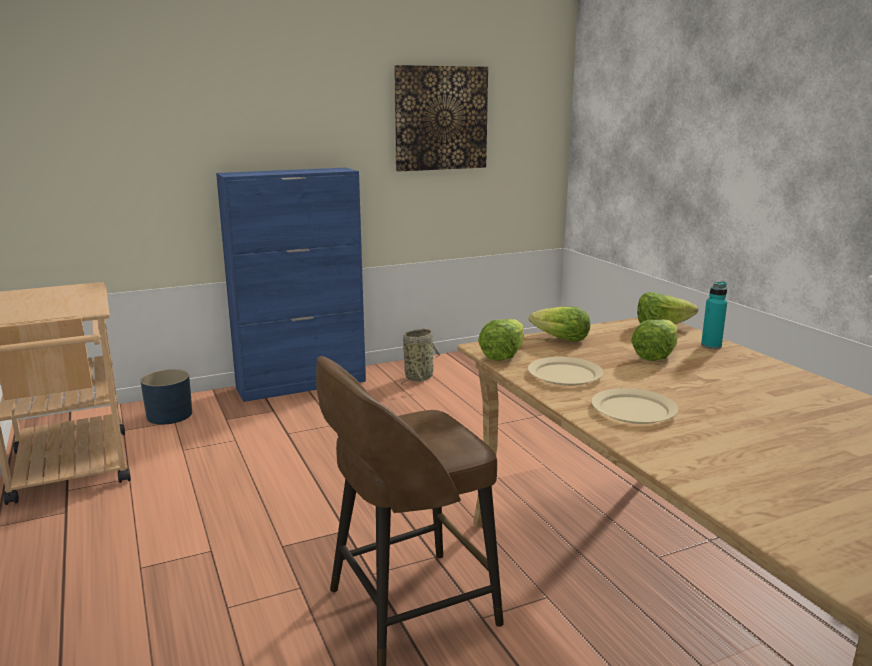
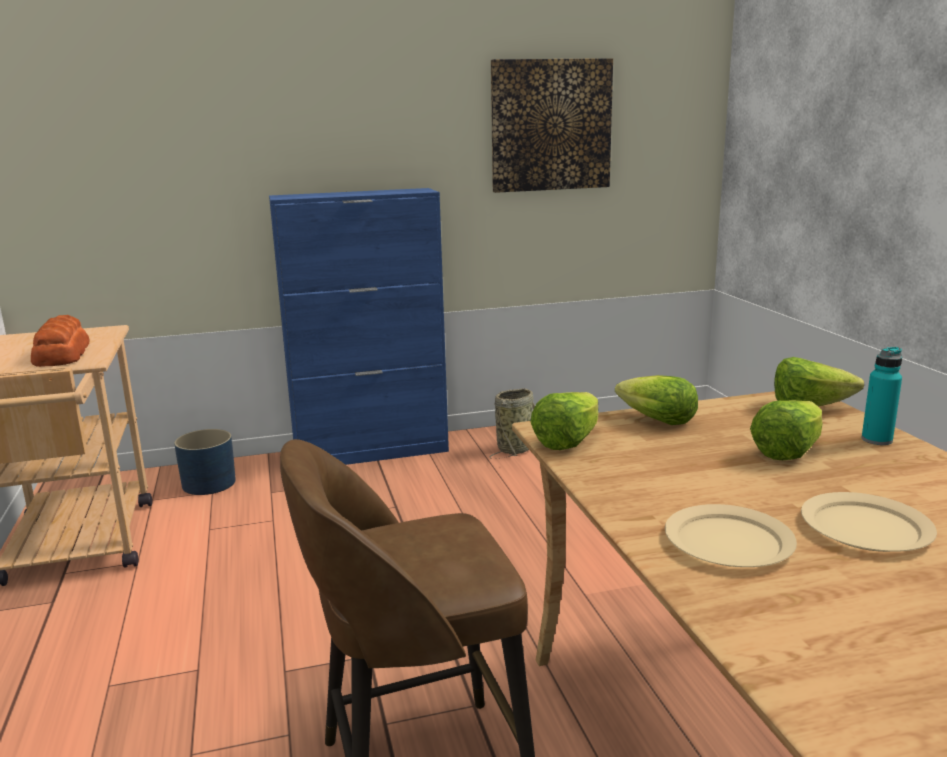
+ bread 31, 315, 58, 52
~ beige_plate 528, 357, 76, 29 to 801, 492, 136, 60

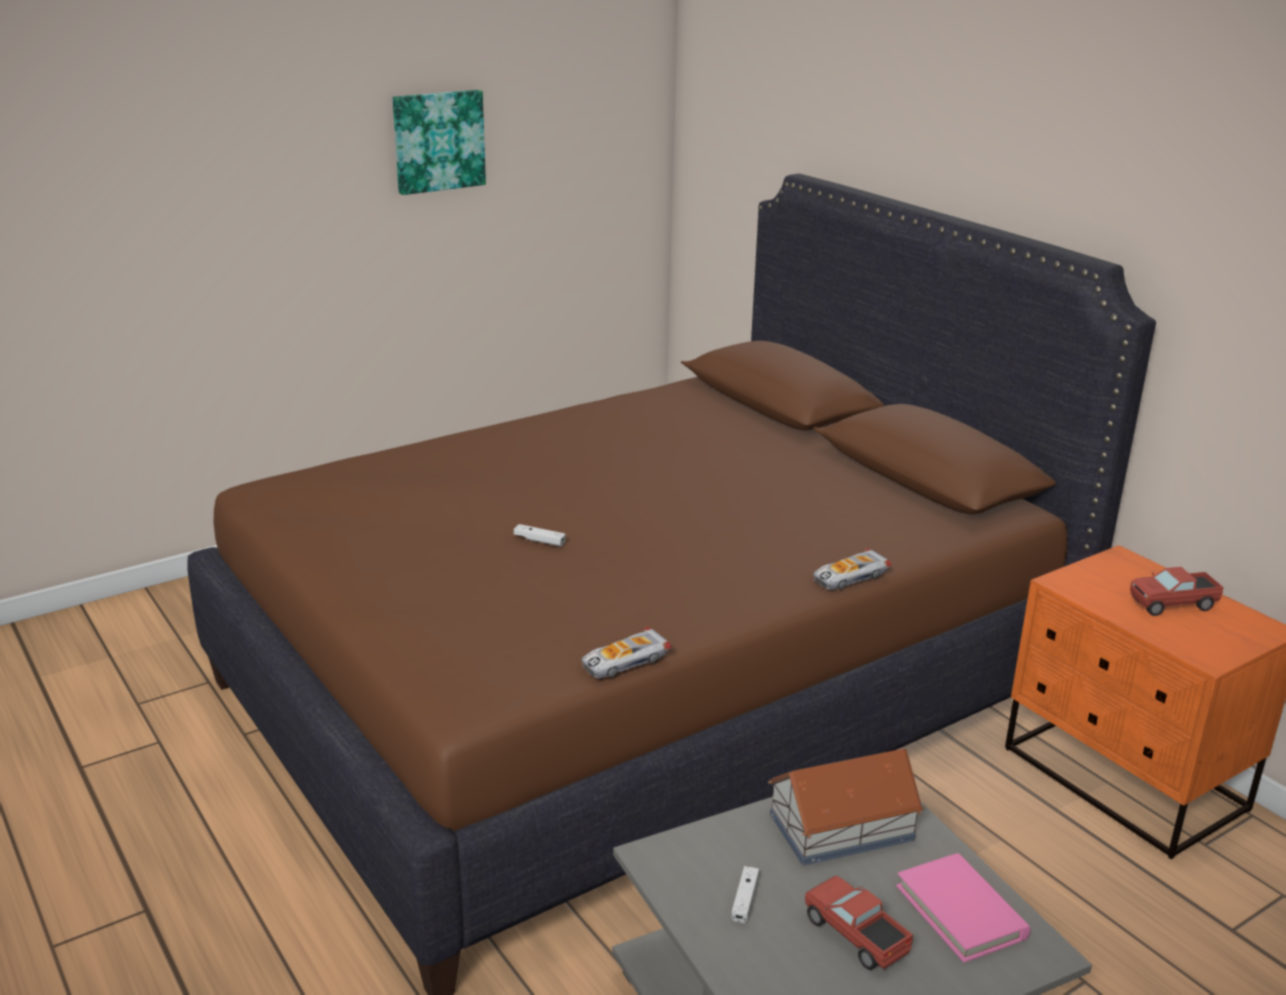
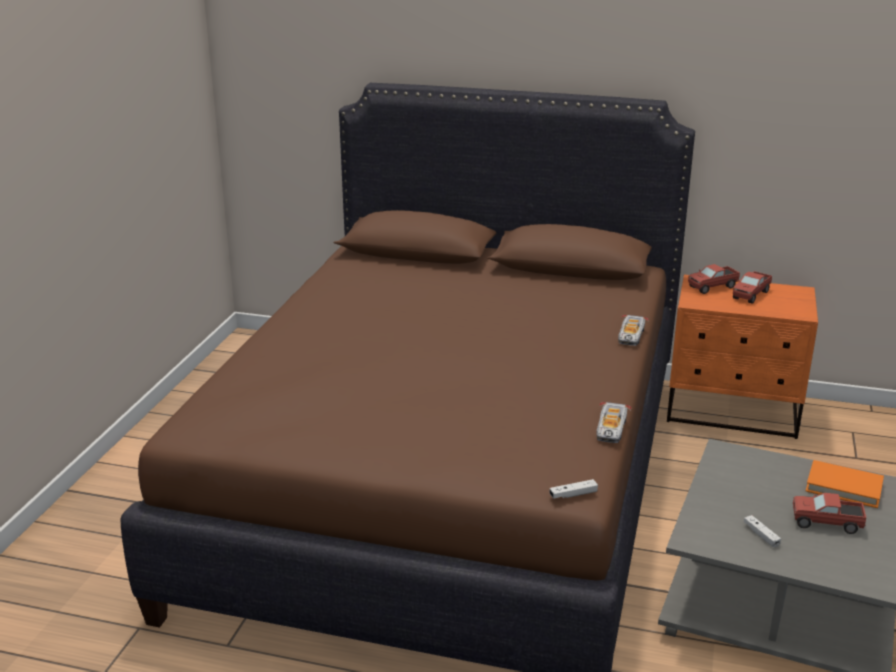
- picture 393, 90, 93, 105
- toy_house 768, 749, 157, 117
+ toy_truck 688, 264, 52, 30
~ white_game_controller 514, 524, 52, 23 to 549, 479, 49, 19
~ pink_book 896, 853, 134, 110 to orange_book 805, 460, 79, 48

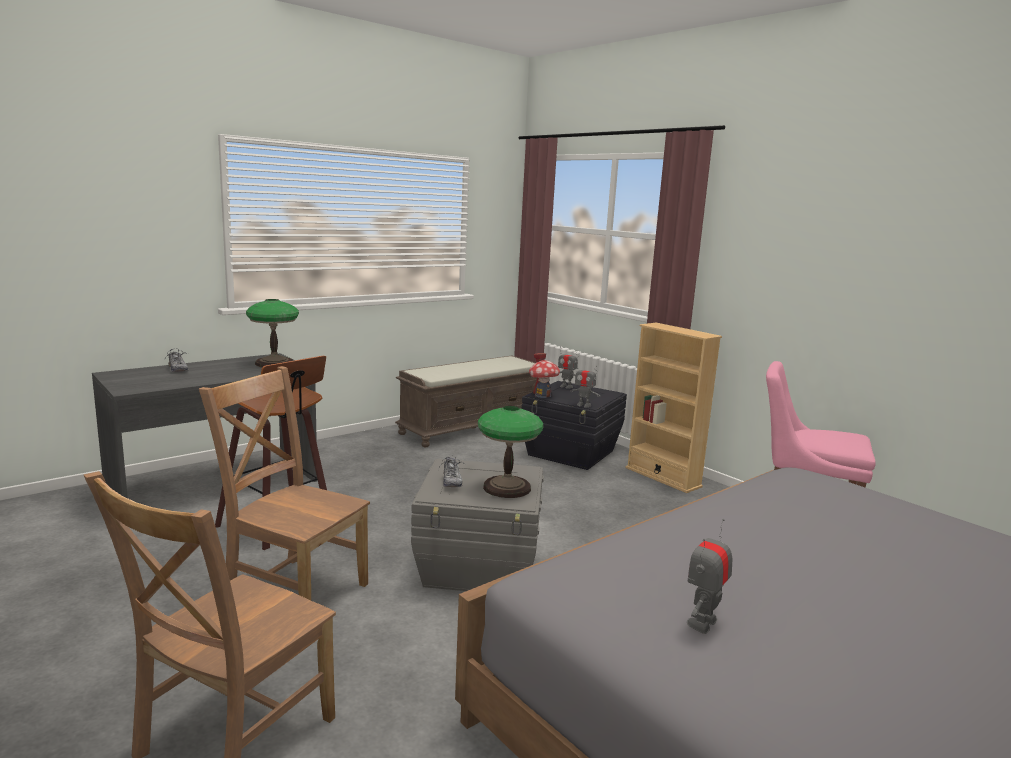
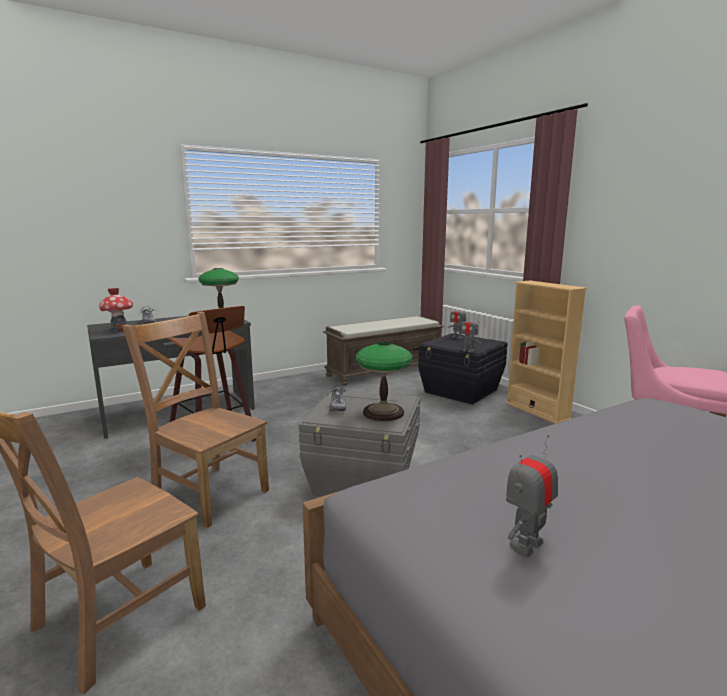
~ toy_house 529, 353, 31, 45 to 99, 288, 34, 44

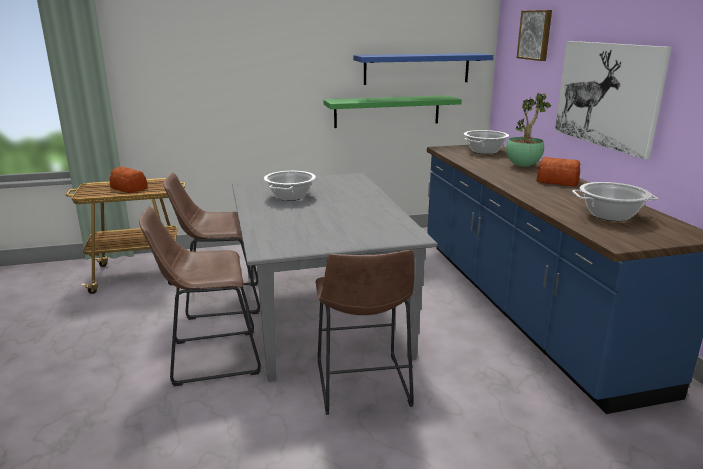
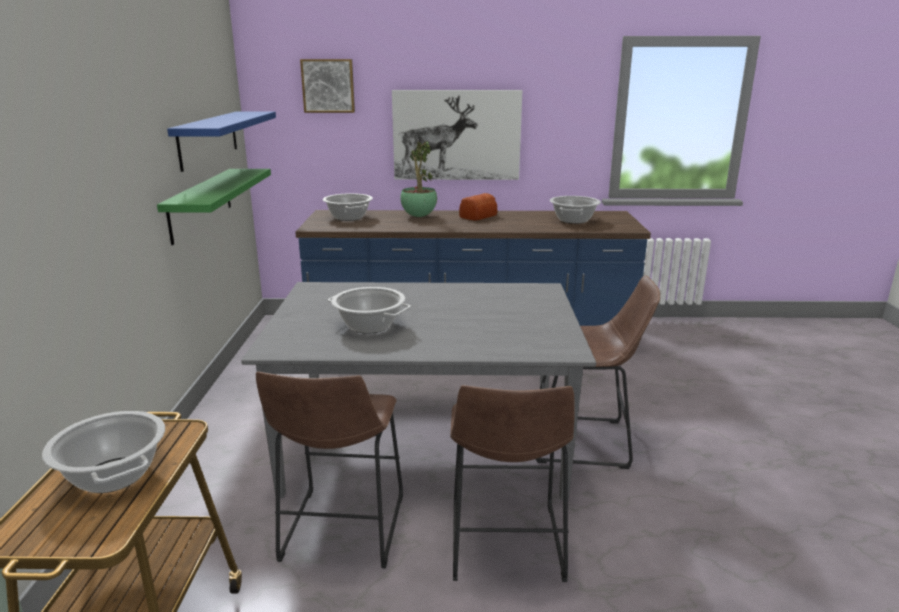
~ bread 109, 167, 38, 26 to cooking_pot 42, 411, 123, 82

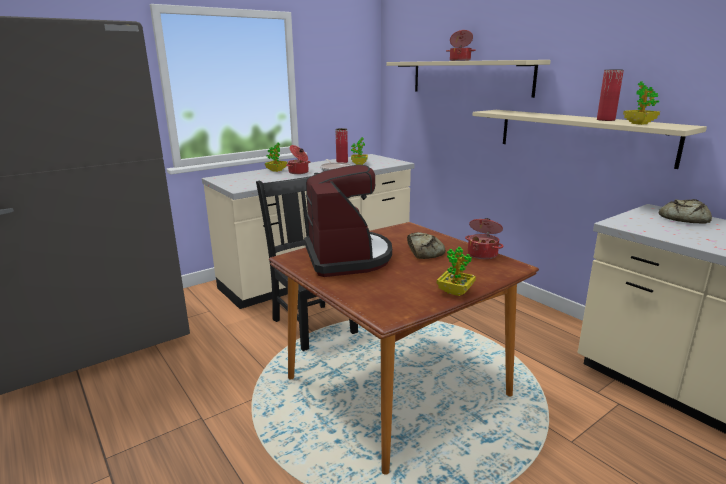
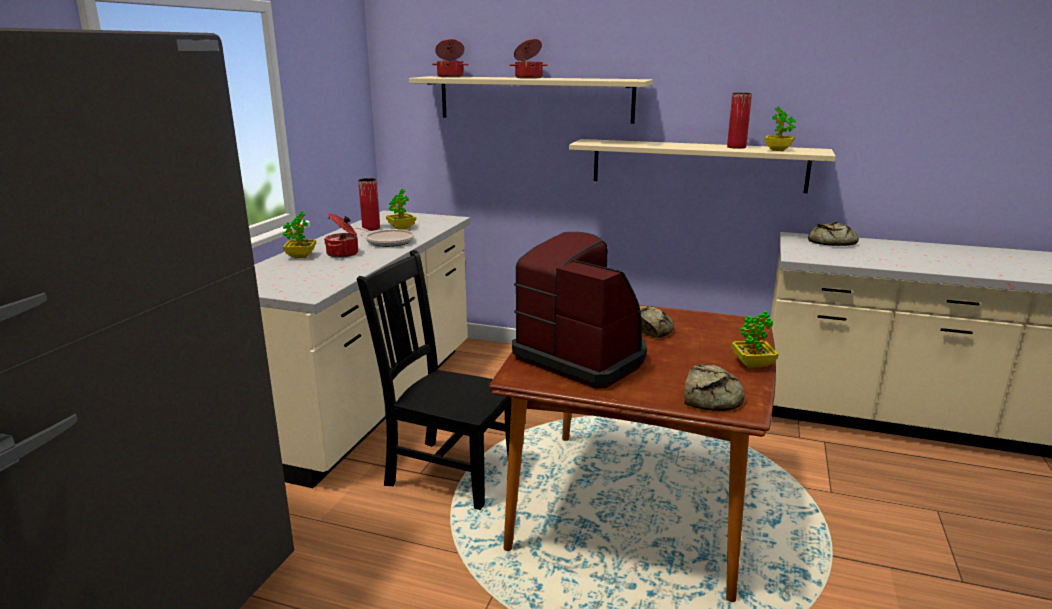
+ bread 684, 364, 61, 47
~ cooking_pot 465, 218, 38, 41 to 432, 39, 36, 38

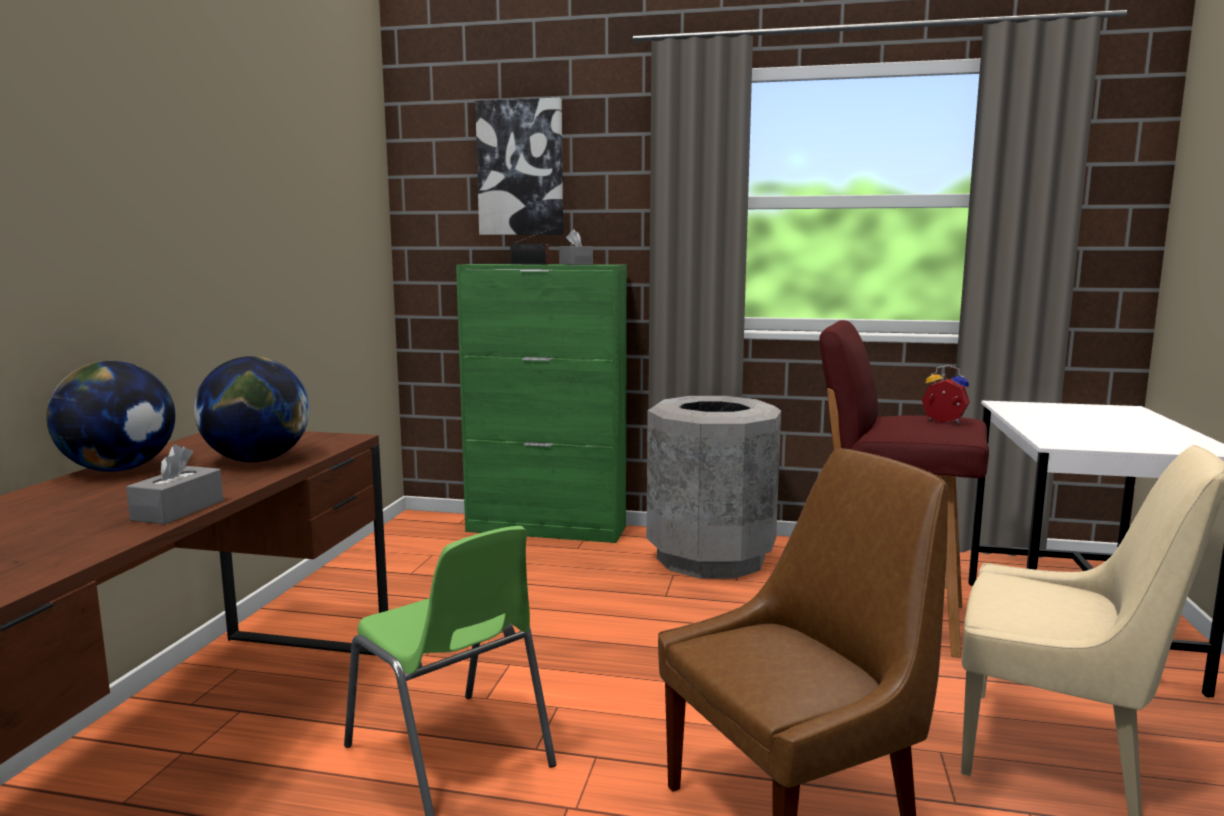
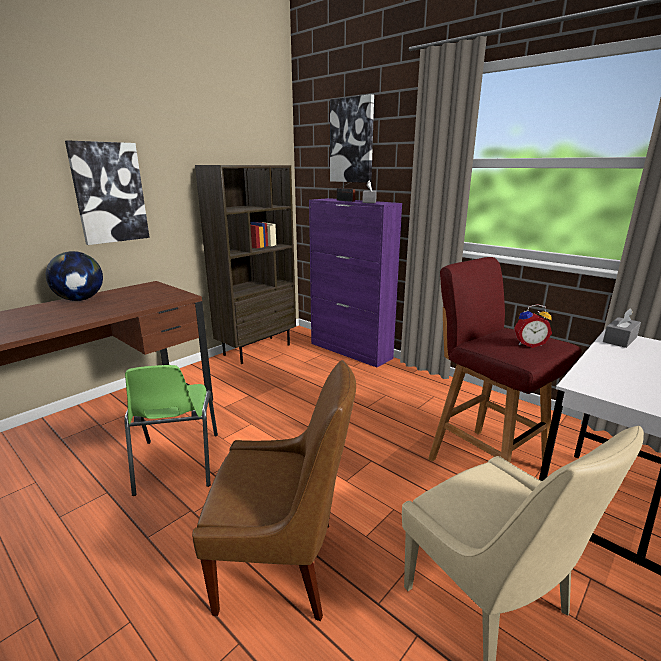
- globe 194, 356, 116, 106
- grey_trash_can 646, 396, 135, 183
+ picture 65, 140, 85, 105
+ brown_bookcase 195, 165, 101, 199
~ grey_tissue_box 126, 445, 97, 79 to 603, 309, 38, 39
~ green_cabinet 456, 264, 171, 279 to purple_cabinet 309, 198, 93, 169
~ alarm_clock 922, 365, 48, 59 = 514, 304, 38, 44 120 degrees clockwise

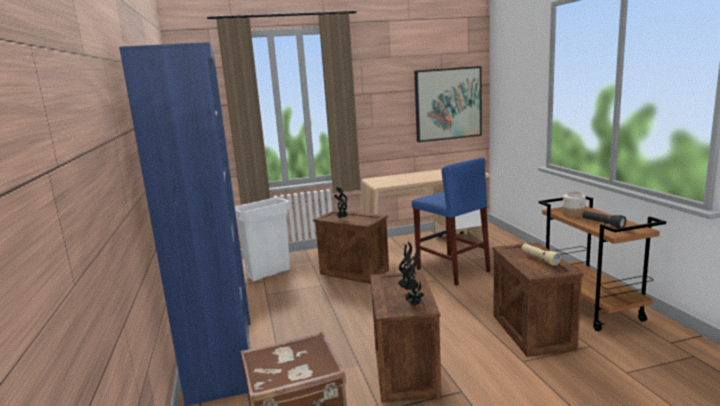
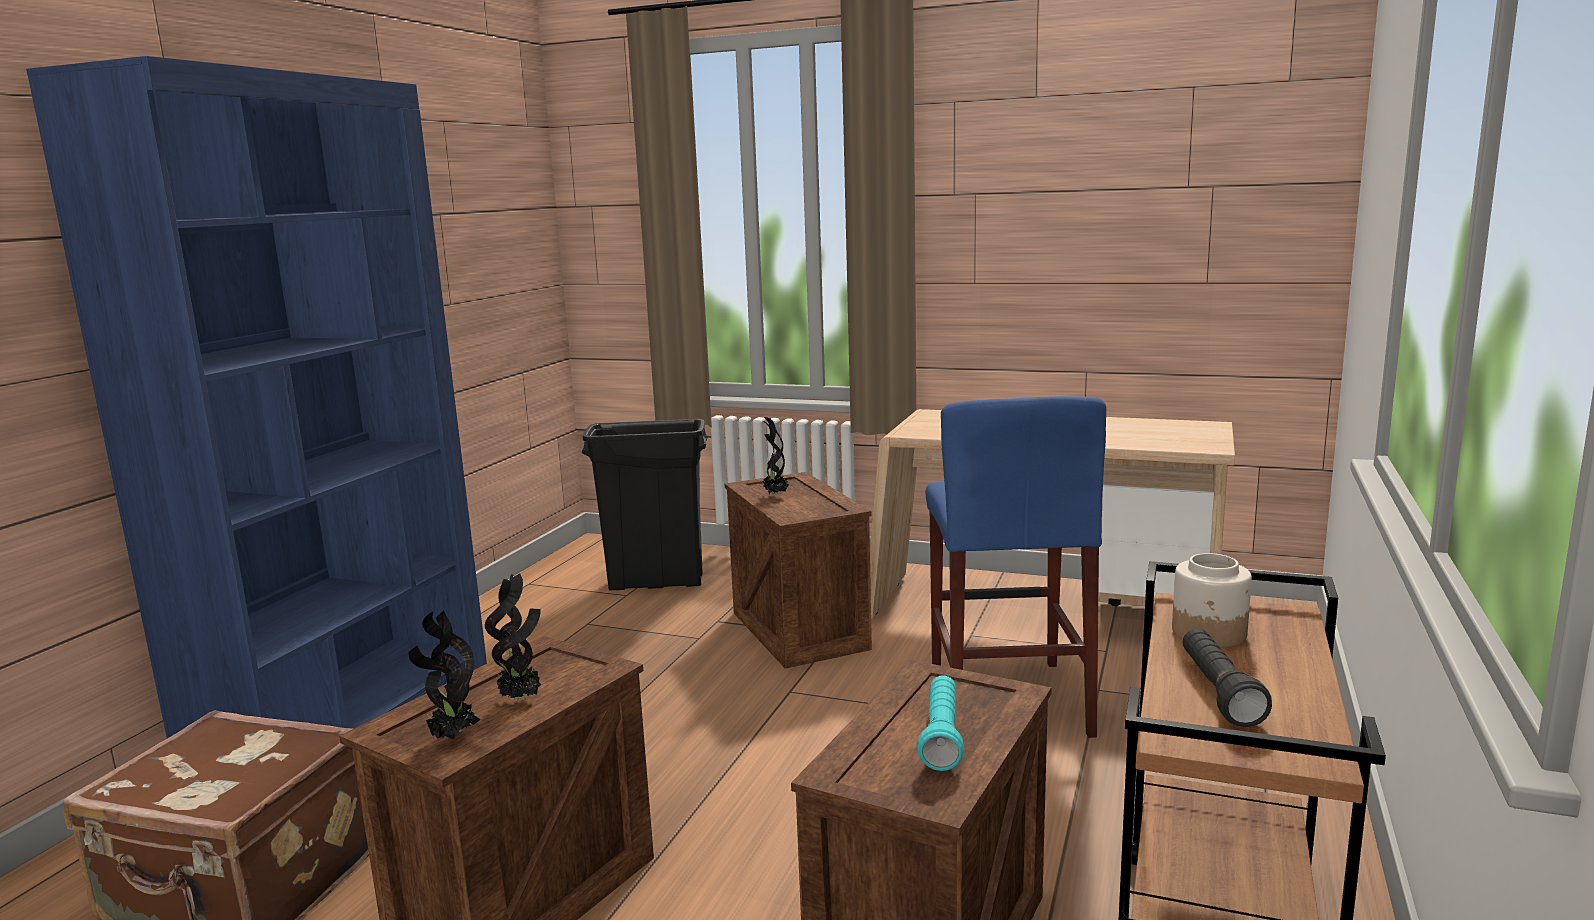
- picture 414, 66, 68, 76
~ white_trash_can 235, 197, 55, 84 to black_trash_can 582, 419, 126, 171
~ beige_flashlight 522, 243, 39, 23 to turquoise_flashlight 917, 675, 47, 96

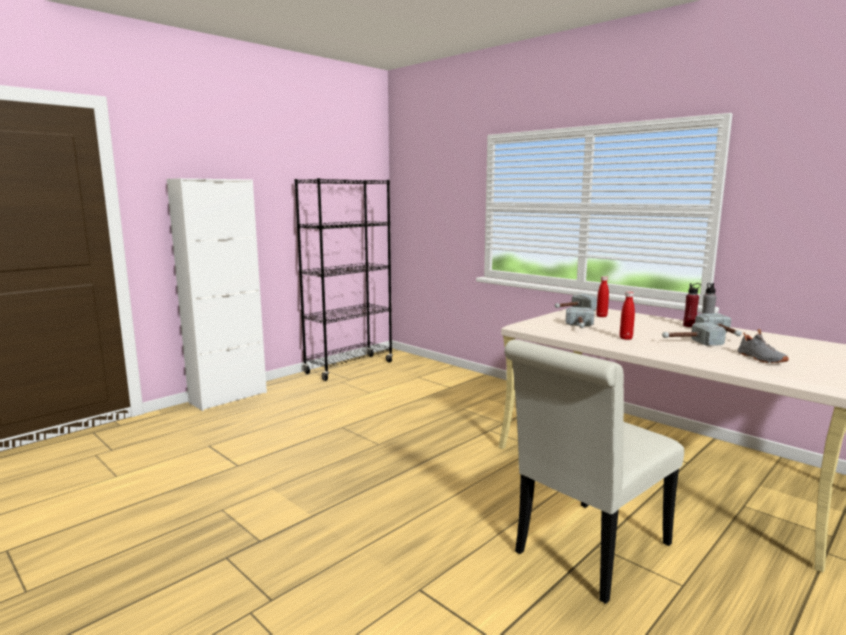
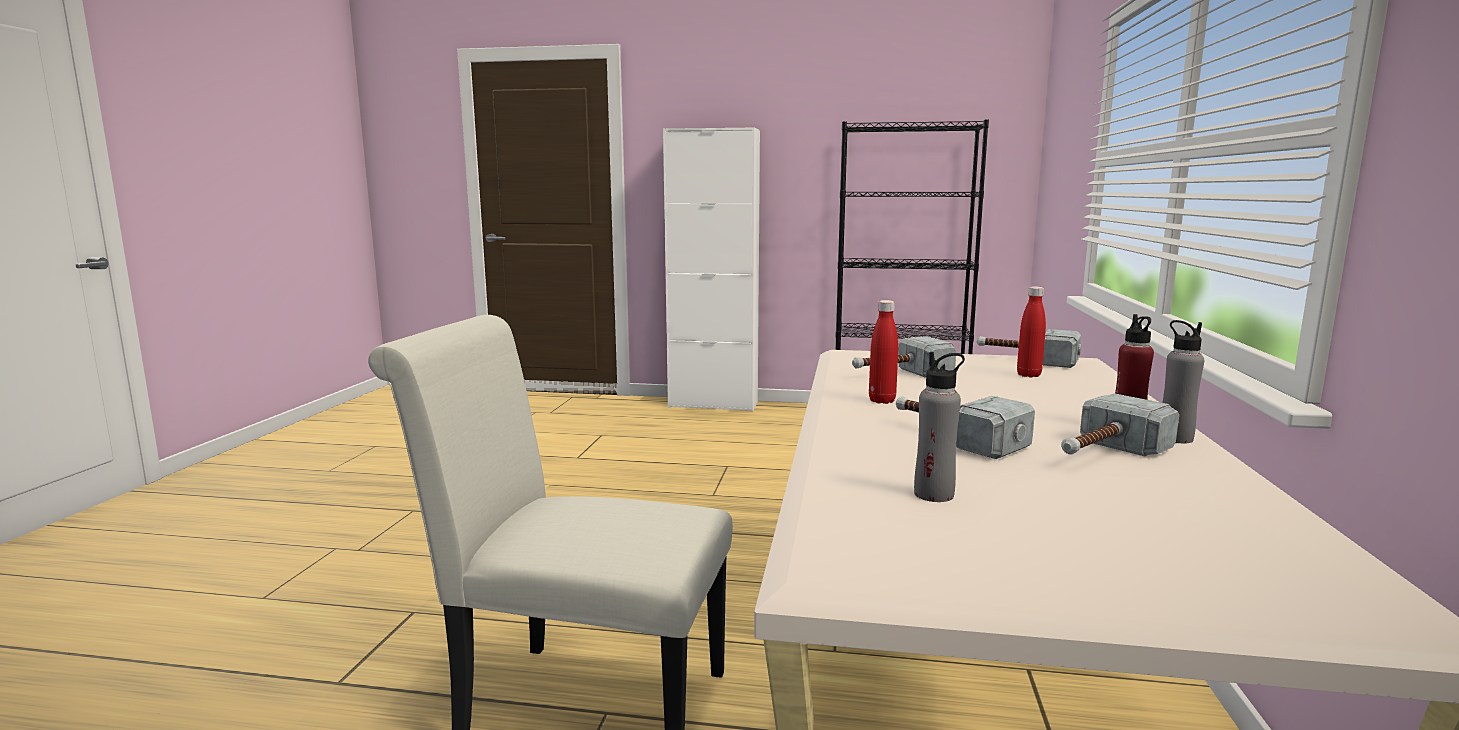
~ grey_shoe 738, 329, 51, 34 to grey_bottle 914, 352, 51, 150

